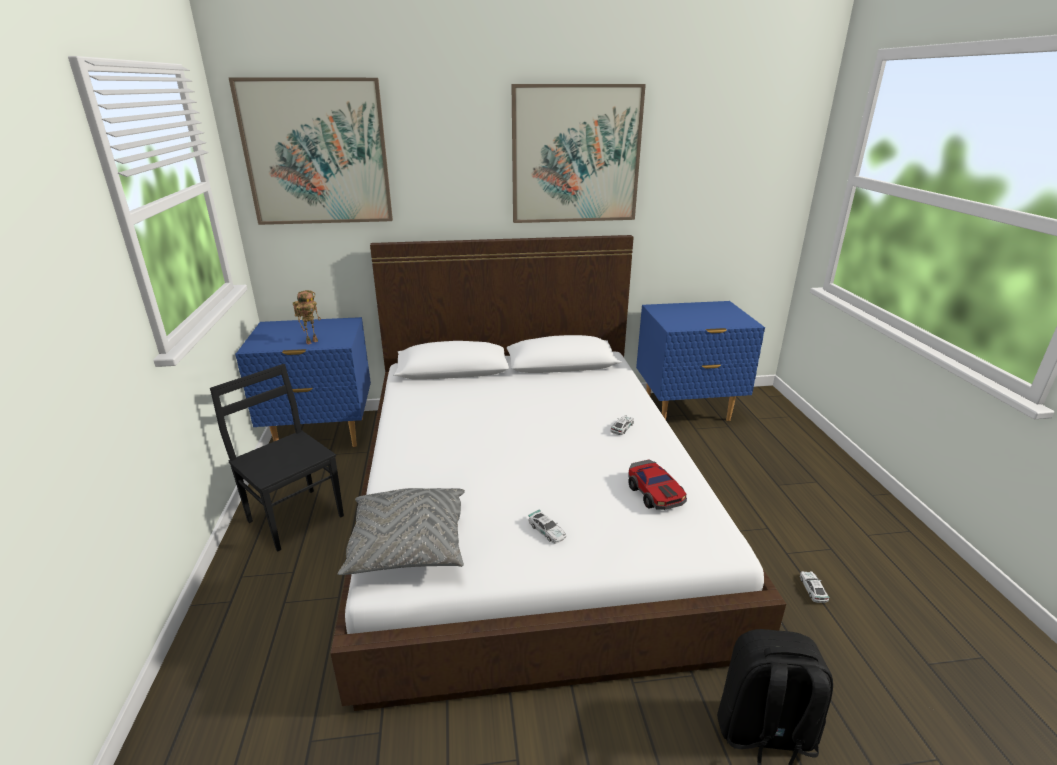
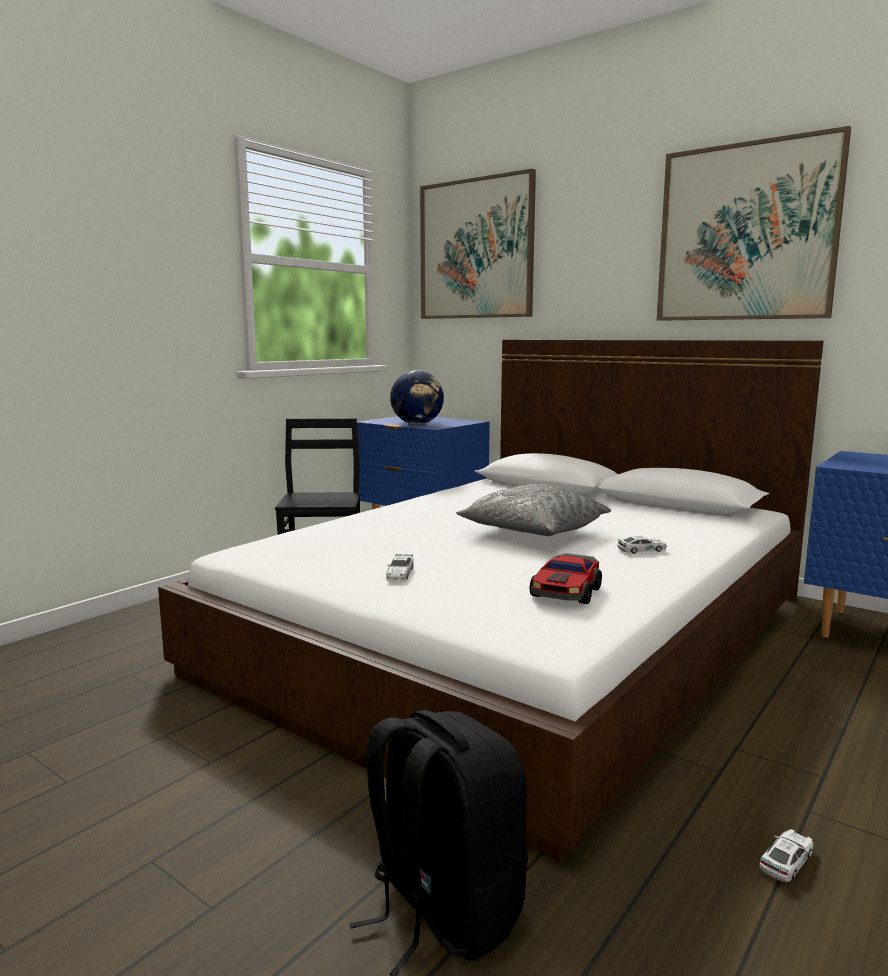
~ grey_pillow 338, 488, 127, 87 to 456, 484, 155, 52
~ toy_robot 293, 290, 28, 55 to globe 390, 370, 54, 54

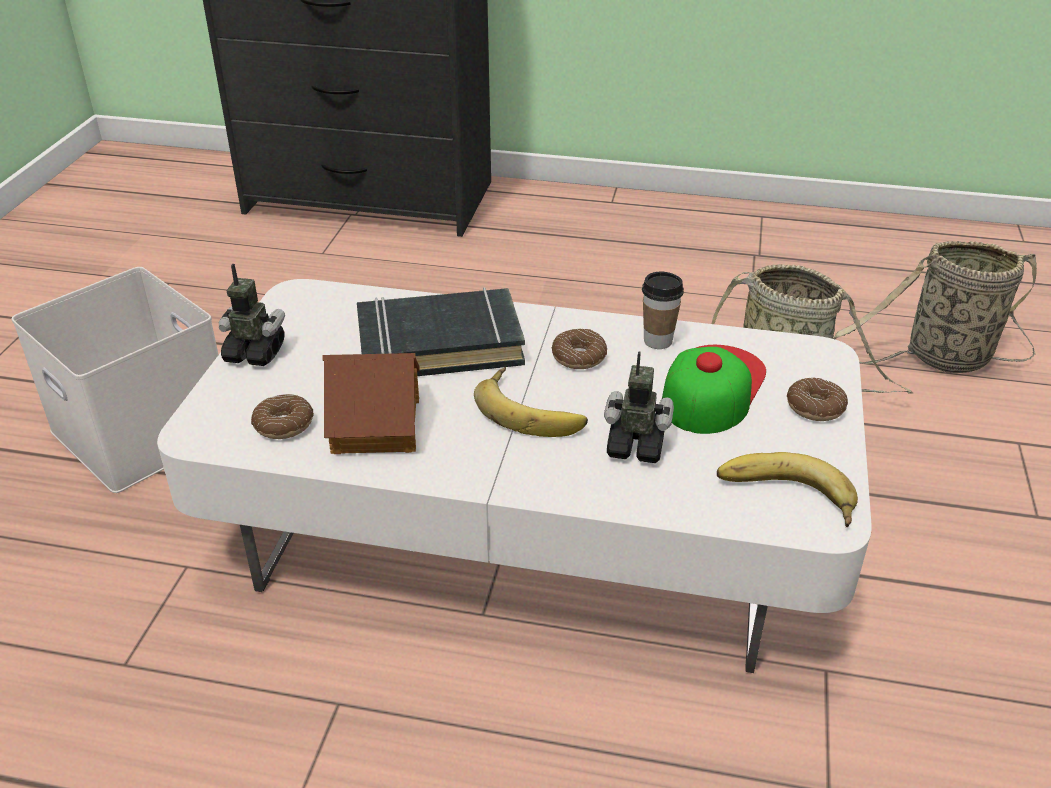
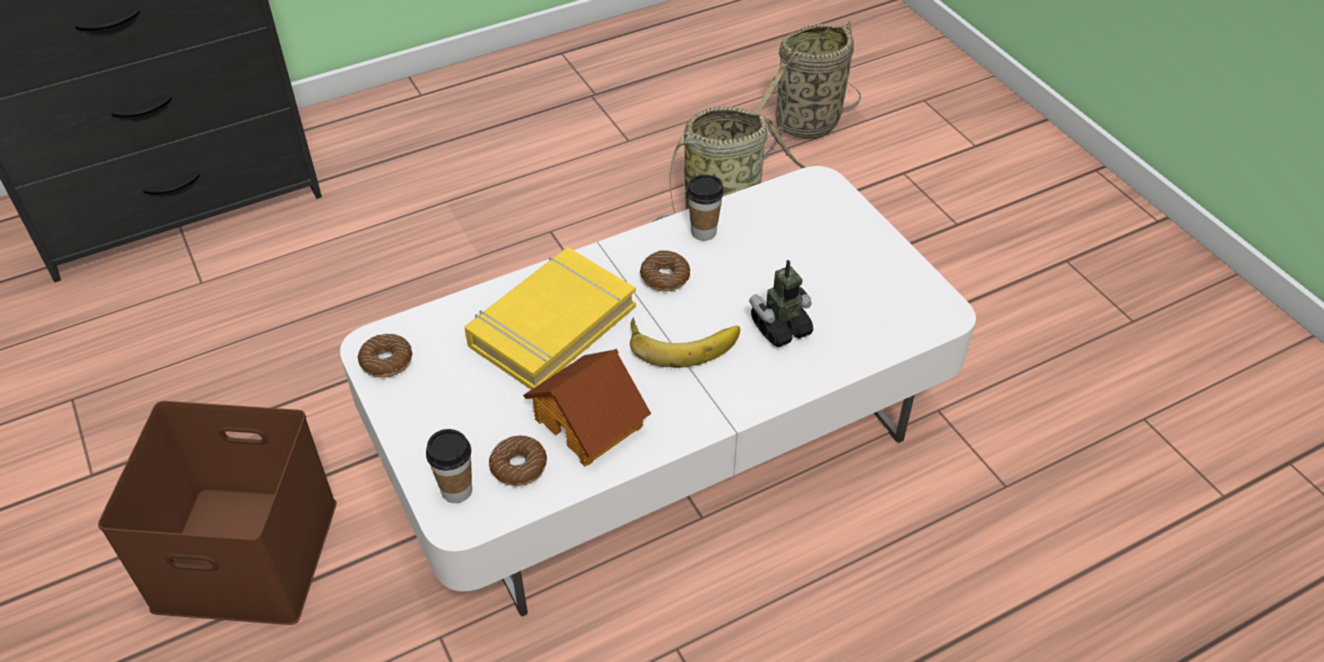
- toy_robot 219, 264, 66, 102
- cap 662, 345, 104, 89
- banana 717, 452, 141, 75
+ cup 426, 429, 46, 74
~ donut 787, 377, 61, 44 to 358, 334, 55, 44
~ white_storage_box 12, 267, 207, 226 to brown_storage_box 98, 401, 239, 224
~ black_book 357, 287, 168, 89 to yellow_book 464, 248, 172, 142

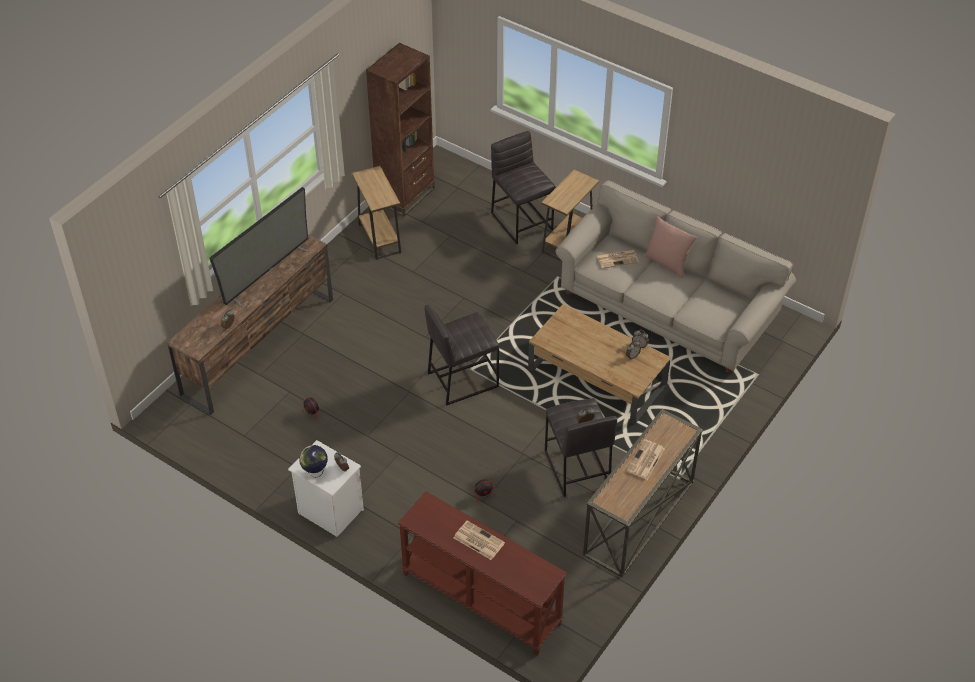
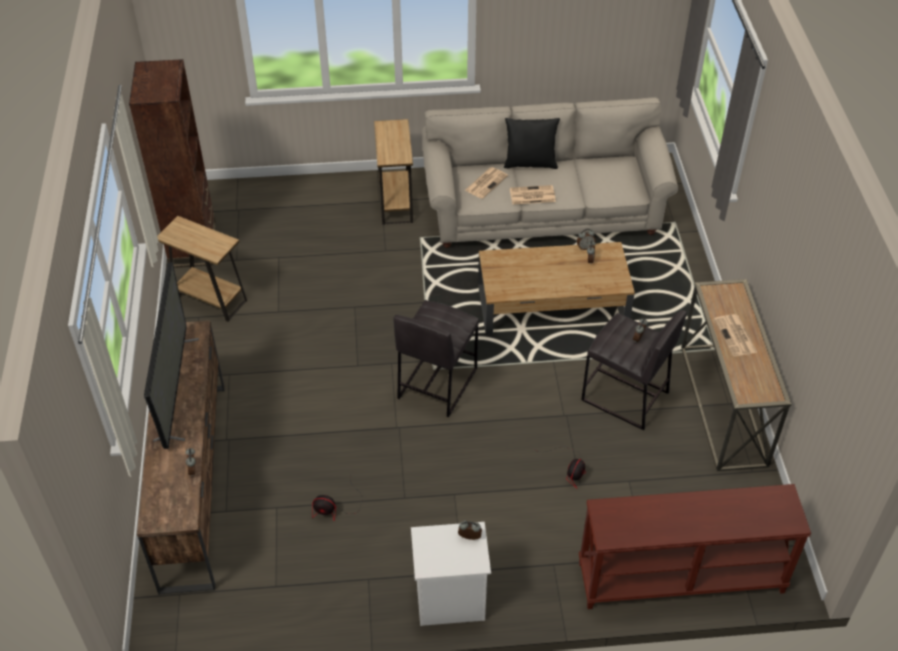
- globe 299, 445, 29, 33
- grey_stool 491, 131, 64, 113
~ newspaper 454, 521, 51, 39 to 510, 185, 46, 20
~ pink_pillow 644, 215, 53, 63 to black_pillow 504, 118, 56, 51

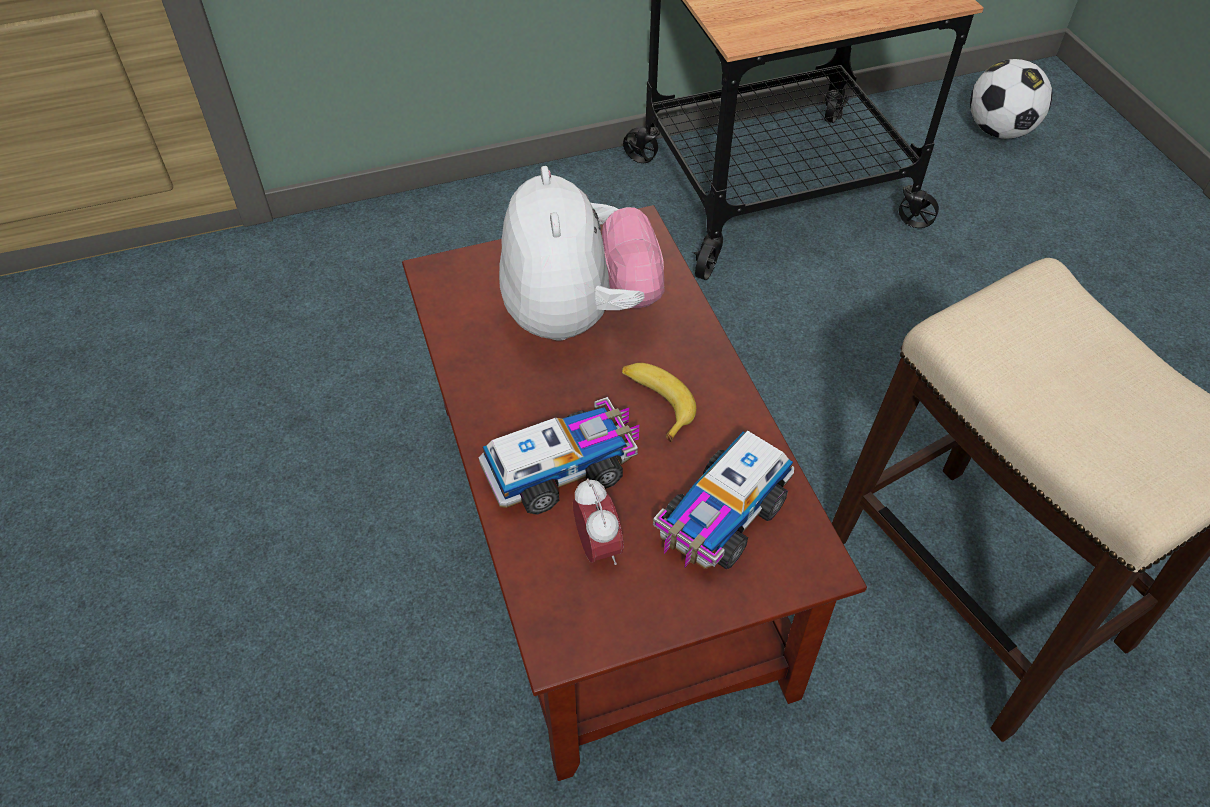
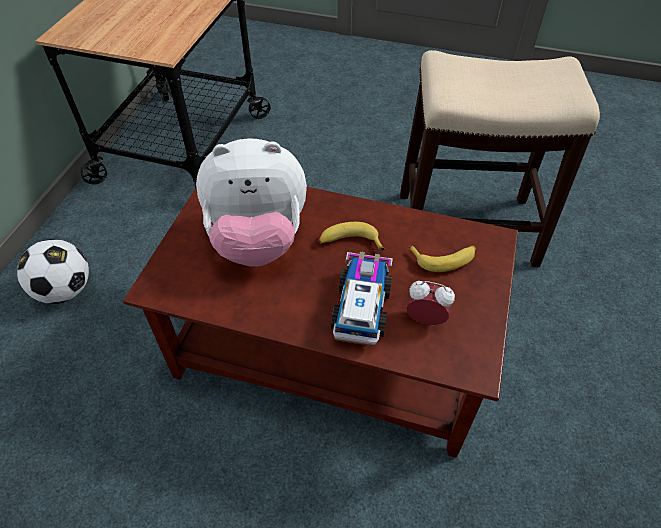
~ football 970, 59, 83, 80 to 17, 239, 72, 65
~ toy_truck 653, 430, 141, 139 to banana 408, 246, 68, 26
~ plush_toy 499, 166, 166, 175 = 196, 138, 111, 129 150 degrees clockwise

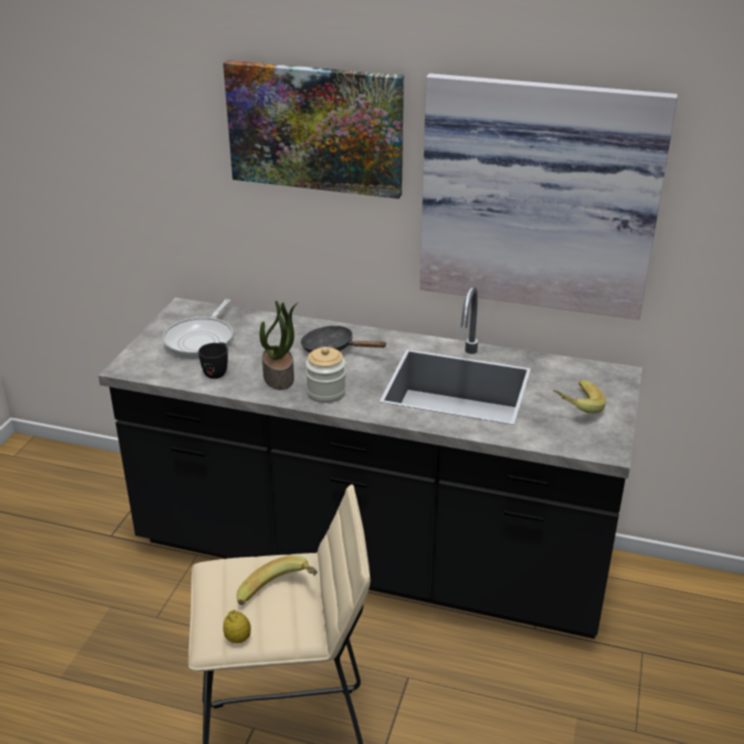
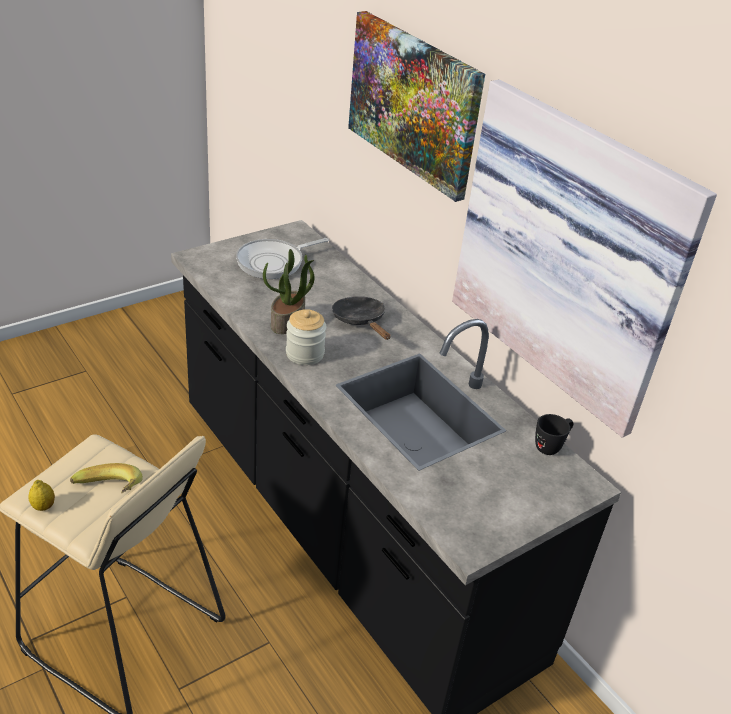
- banana 553, 380, 53, 34
~ black_mug 198, 342, 30, 37 to 535, 414, 39, 41

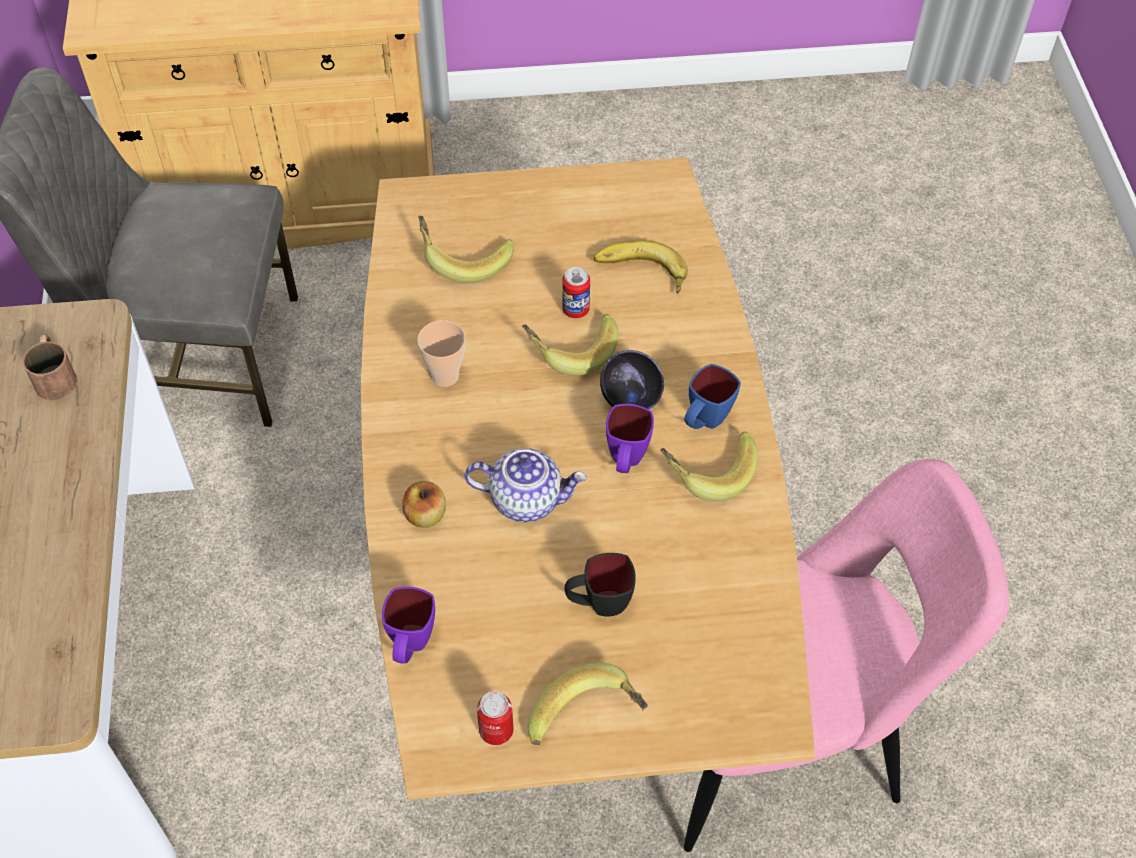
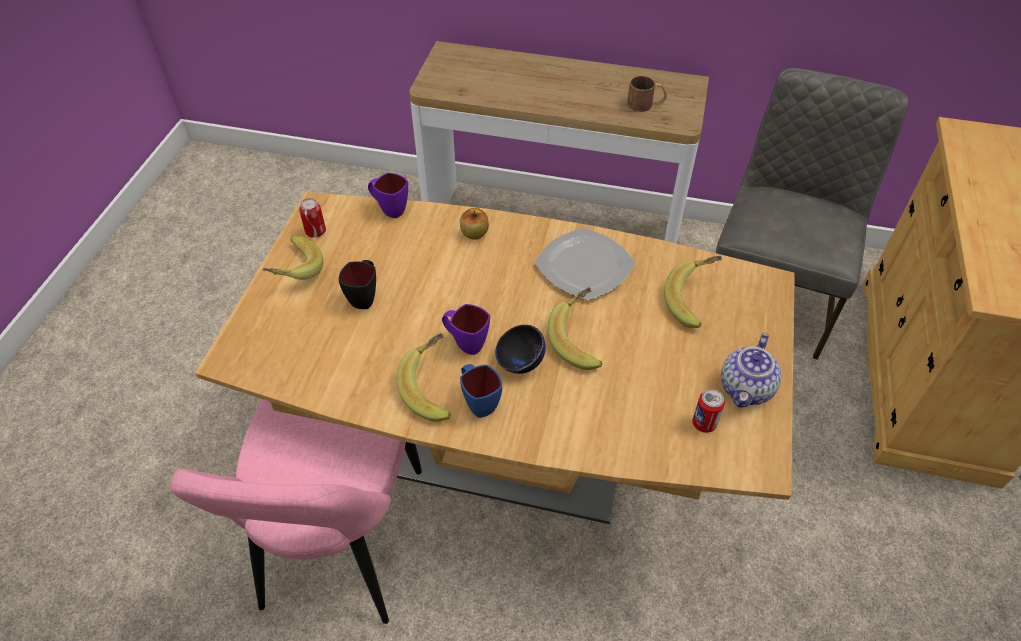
- banana 594, 240, 94, 54
~ teapot 465, 448, 122, 74 to 721, 333, 61, 75
~ can 562, 267, 28, 51 to 692, 389, 33, 44
~ cup 417, 320, 49, 67 to plate 534, 227, 102, 74

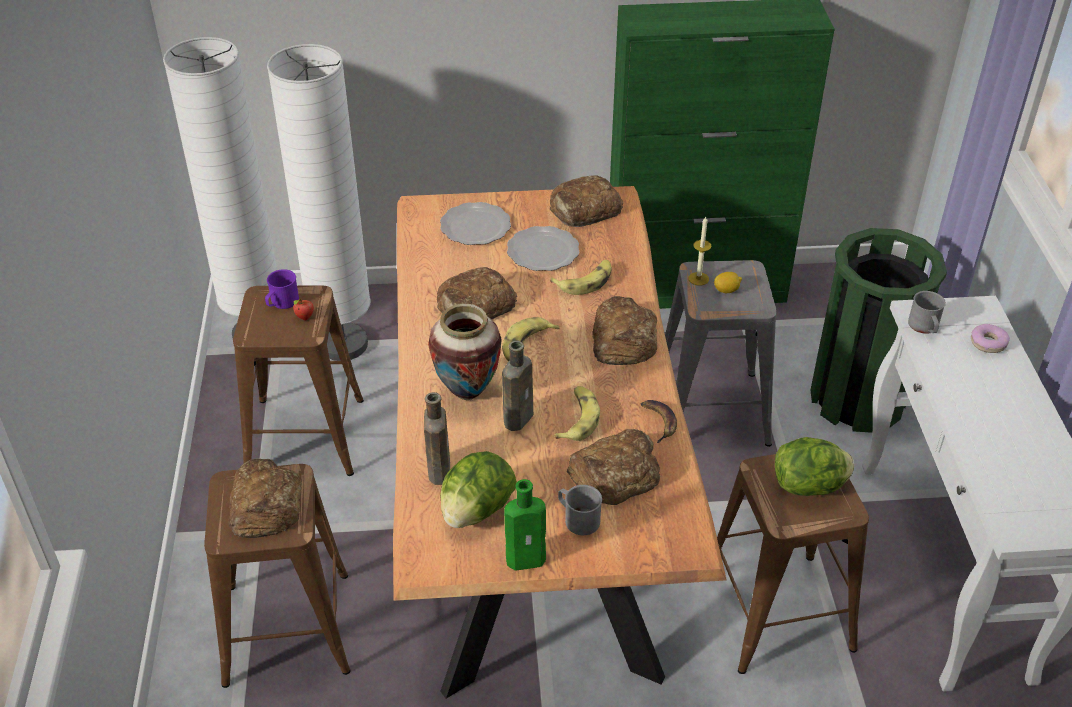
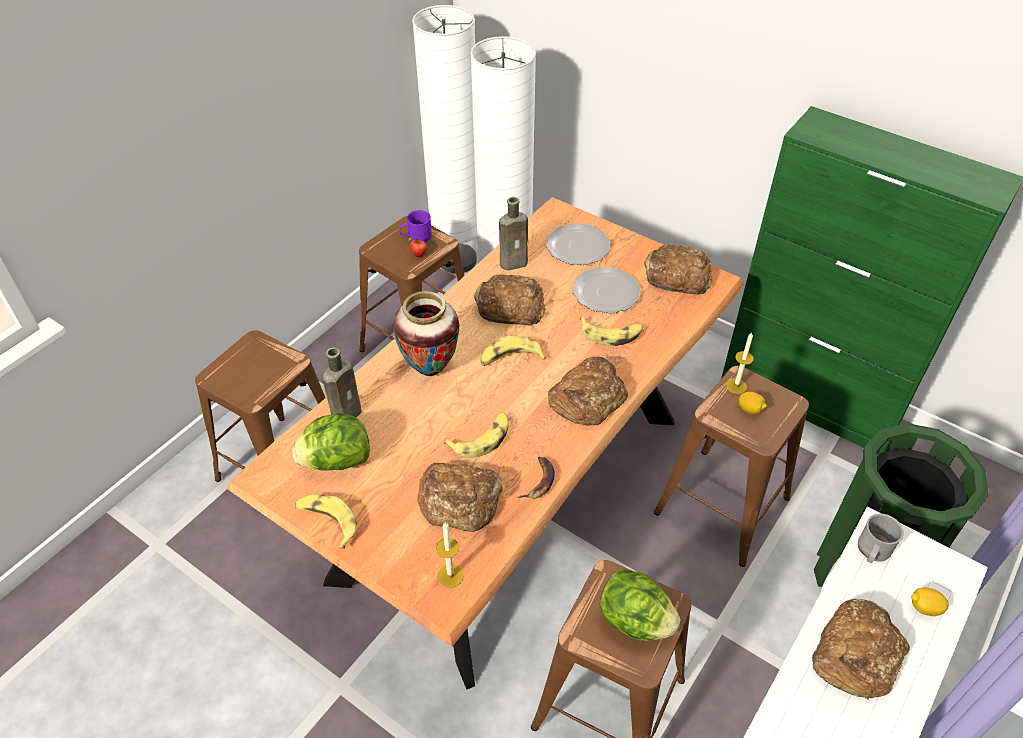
- grey_mug 558, 485, 44, 50
+ candle 436, 522, 28, 66
~ bread 228, 458, 74, 80 to 812, 599, 98, 100
~ brown_bottle 502, 341, 31, 90 to 499, 197, 29, 73
~ green_bottle 504, 479, 42, 92 to banana 295, 494, 63, 55
~ donut 971, 324, 39, 29 to lemon 911, 587, 38, 29
~ grey_stool 665, 260, 112, 187 to brown_stool 654, 366, 155, 201

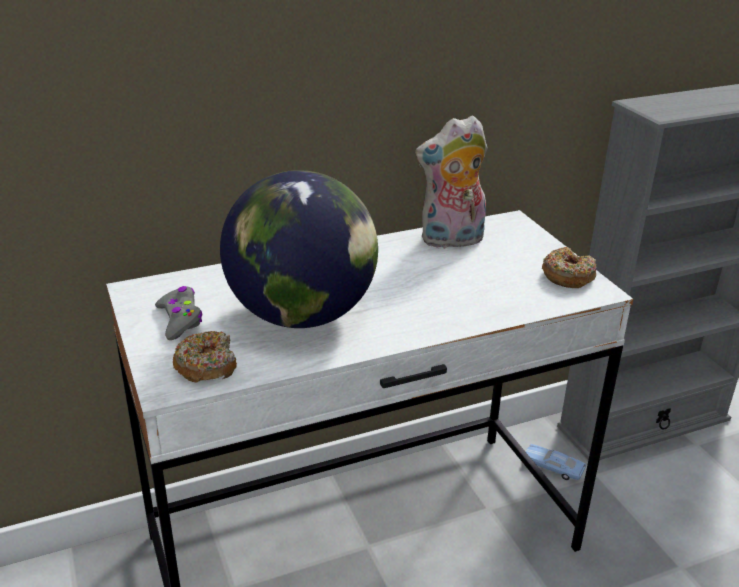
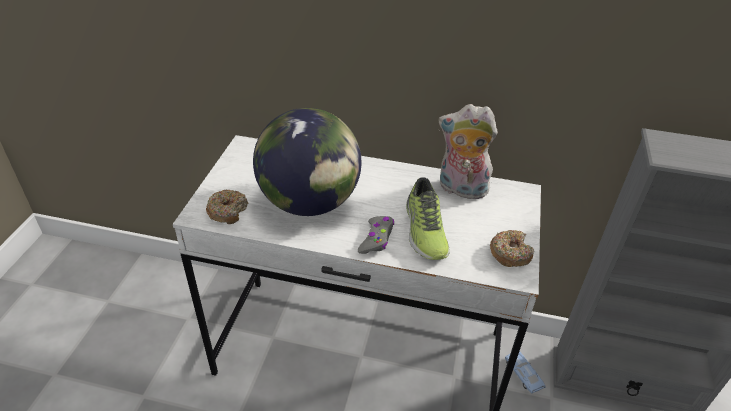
+ shoe 406, 177, 44, 83
~ grey_game_controller 155, 286, 47, 54 to 358, 216, 36, 38

